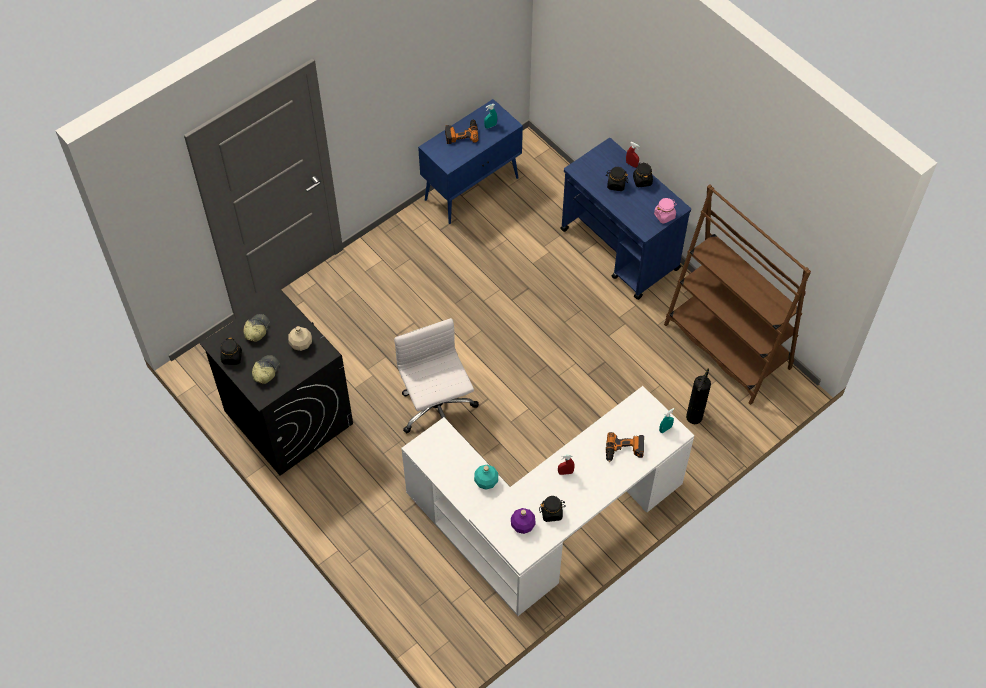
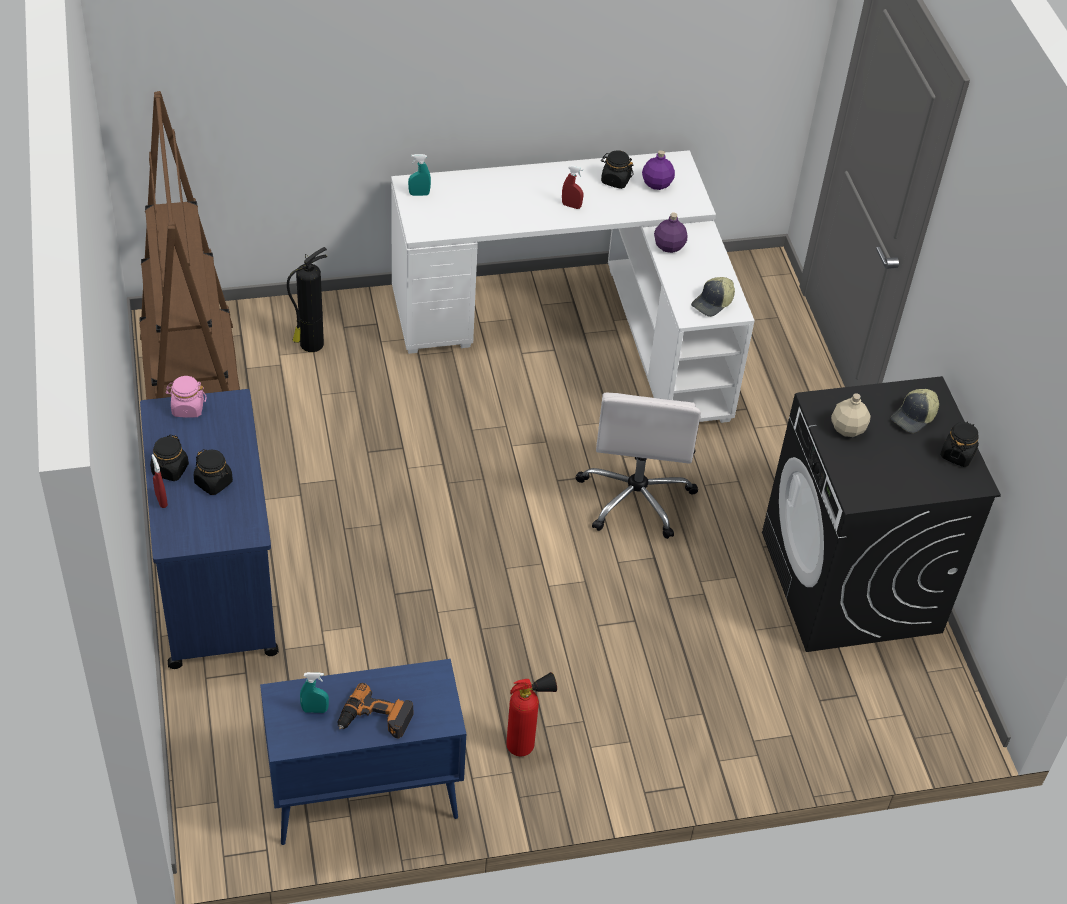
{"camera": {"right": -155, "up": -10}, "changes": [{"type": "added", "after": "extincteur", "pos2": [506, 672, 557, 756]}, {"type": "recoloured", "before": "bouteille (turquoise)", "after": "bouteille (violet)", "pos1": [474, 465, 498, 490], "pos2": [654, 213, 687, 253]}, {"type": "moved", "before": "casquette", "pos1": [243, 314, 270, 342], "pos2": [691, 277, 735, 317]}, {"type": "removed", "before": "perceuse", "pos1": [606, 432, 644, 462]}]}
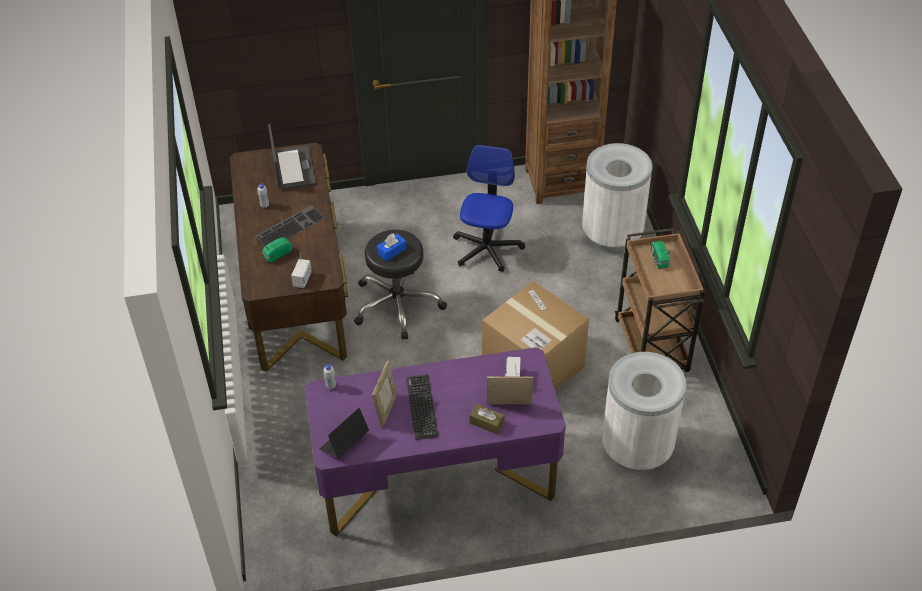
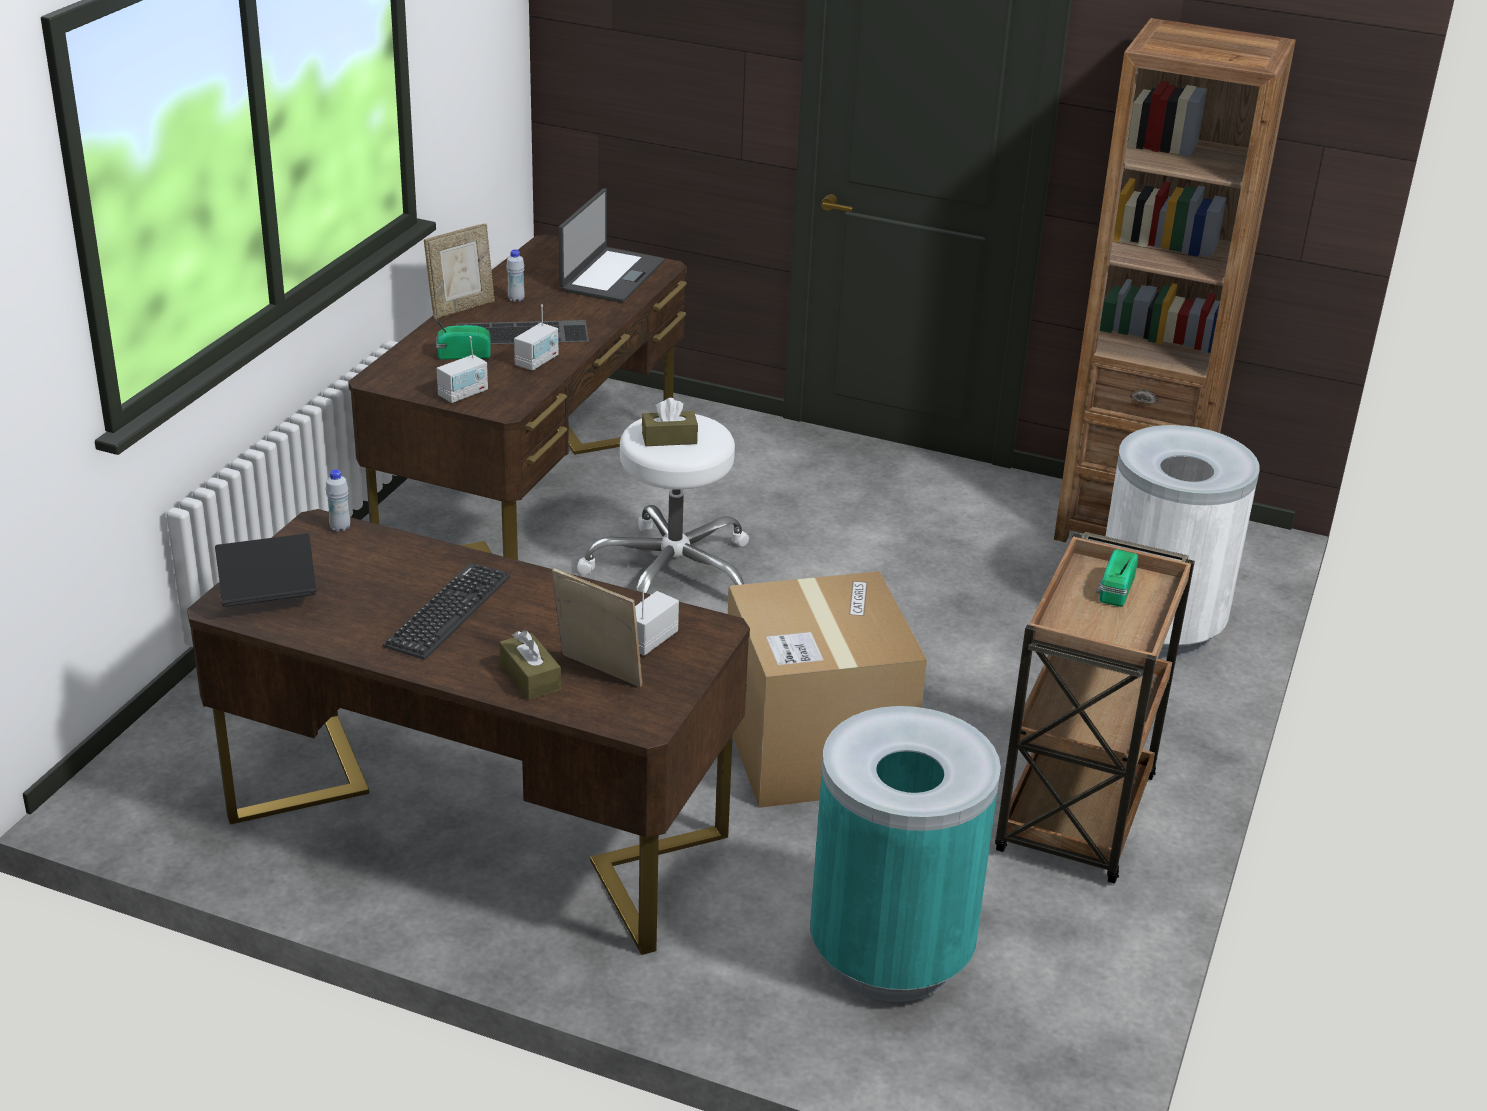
{"camera": {"right": 30, "up": -15}, "changes": [{"type": "recoloured", "before": "bureau (violet)", "after": "bureau (marron)", "pos1": [305, 347, 566, 536], "pos2": [187, 509, 750, 955]}, {"type": "moved", "before": "cadre photo", "pos1": [372, 361, 398, 428], "pos2": [424, 223, 495, 319]}, {"type": "added", "after": "radio", "pos2": [514, 304, 559, 371]}, {"type": "recoloured", "before": "tabouret (noir)", "after": "tabouret (blanc)", "pos1": [354, 230, 447, 340], "pos2": [577, 414, 749, 593]}, {"type": "recoloured", "before": "boîte à mouchoirs (bleu)", "after": "boîte à mouchoirs (marron)", "pos1": [377, 233, 407, 261], "pos2": [642, 398, 698, 446]}, {"type": "recoloured", "before": "poubelle (blanc)", "after": "poubelle (turquoise)", "pos1": [602, 352, 686, 472], "pos2": [810, 706, 1001, 1002]}, {"type": "removed", "before": "chaise de bureau", "pos1": [453, 145, 525, 272]}]}
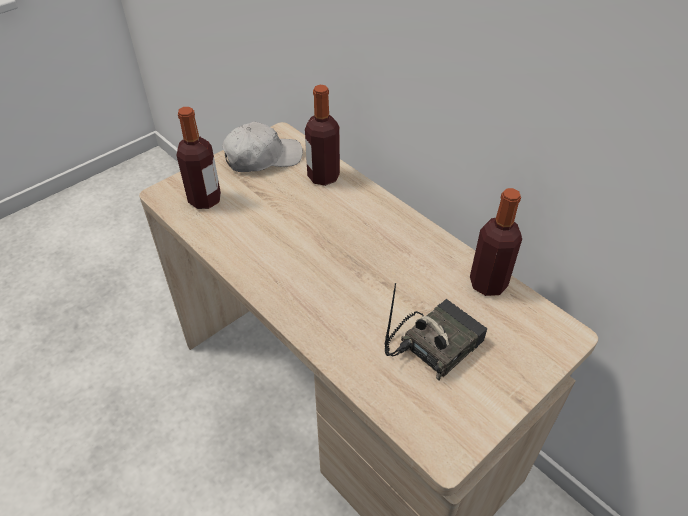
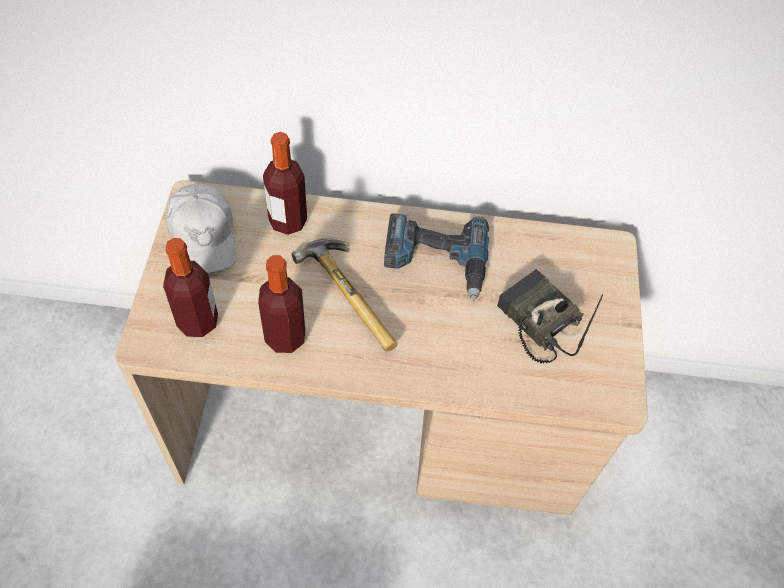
{"camera": {"right": -45, "up": 10}, "changes": [{"type": "turned", "before": "casquette (blanc)", "pos1": [222, 121, 303, 172], "pos2": [166, 184, 237, 273], "turn": 135}, {"type": "moved", "before": "bouteille", "pos1": [470, 188, 522, 296], "pos2": [258, 255, 305, 353]}, {"type": "added", "after": "marteau", "pos2": [291, 238, 398, 352]}, {"type": "added", "after": "perceuse", "pos2": [384, 213, 489, 301]}, {"type": "turned", "before": "radio", "pos1": [385, 283, 487, 380], "pos2": [497, 269, 603, 364], "turn": -45}]}
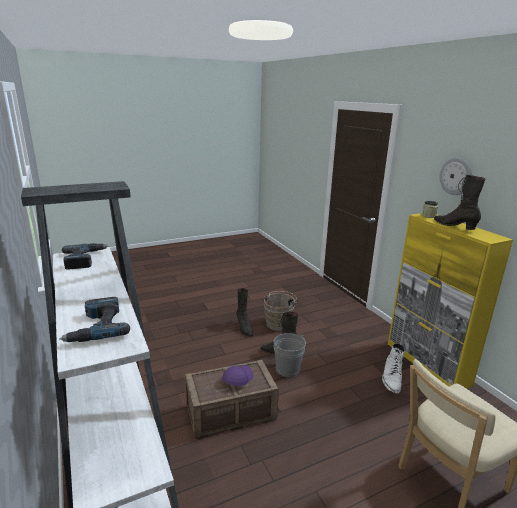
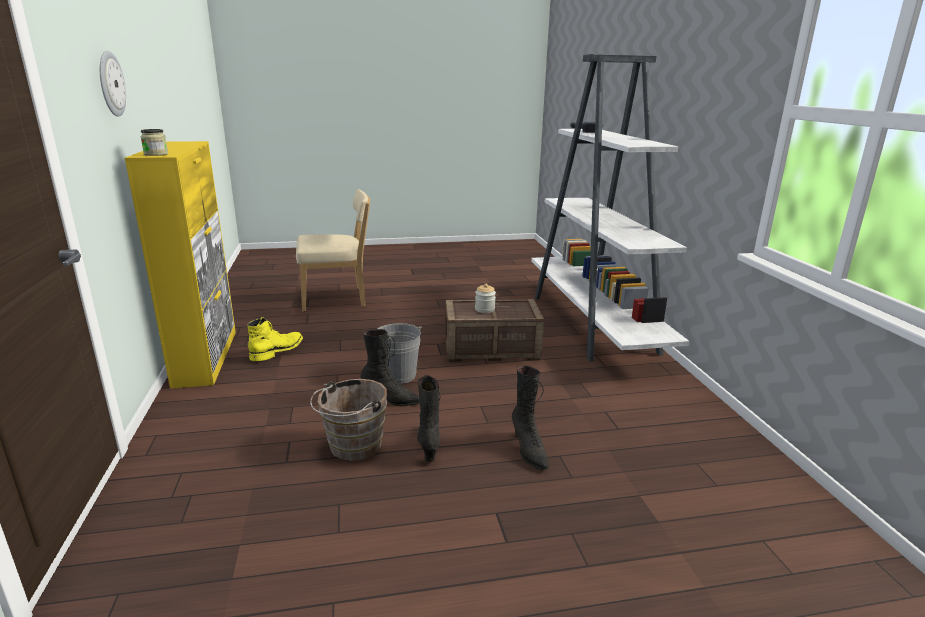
{"camera": {"right": -165, "up": 0}, "changes": [{"type": "recoloured", "before": "botte (blanc)", "after": "botte (jaune)", "pos1": [382, 343, 405, 393], "pos2": [247, 317, 303, 361]}, {"type": "replaced", "before": "casquette (violet)", "after": "bocal", "pos1": [222, 365, 254, 386], "pos2": [475, 284, 496, 313]}, {"type": "moved", "before": "botte (noir)", "pos1": [434, 175, 485, 230], "pos2": [512, 366, 549, 471]}, {"type": "removed", "before": "perceuse", "pos1": [62, 243, 108, 270]}]}
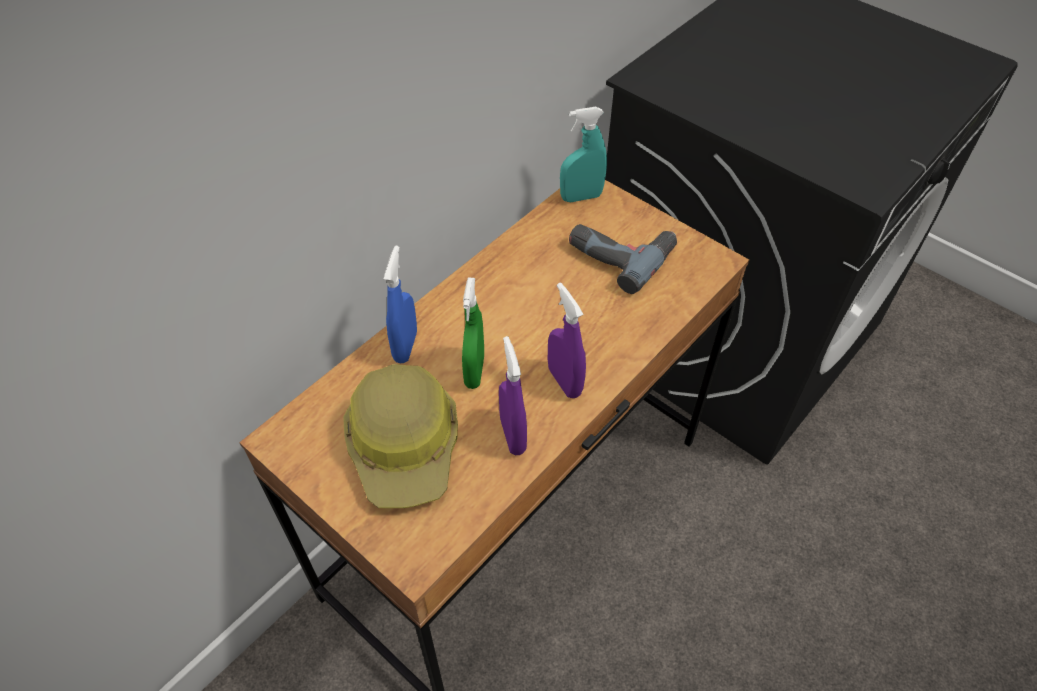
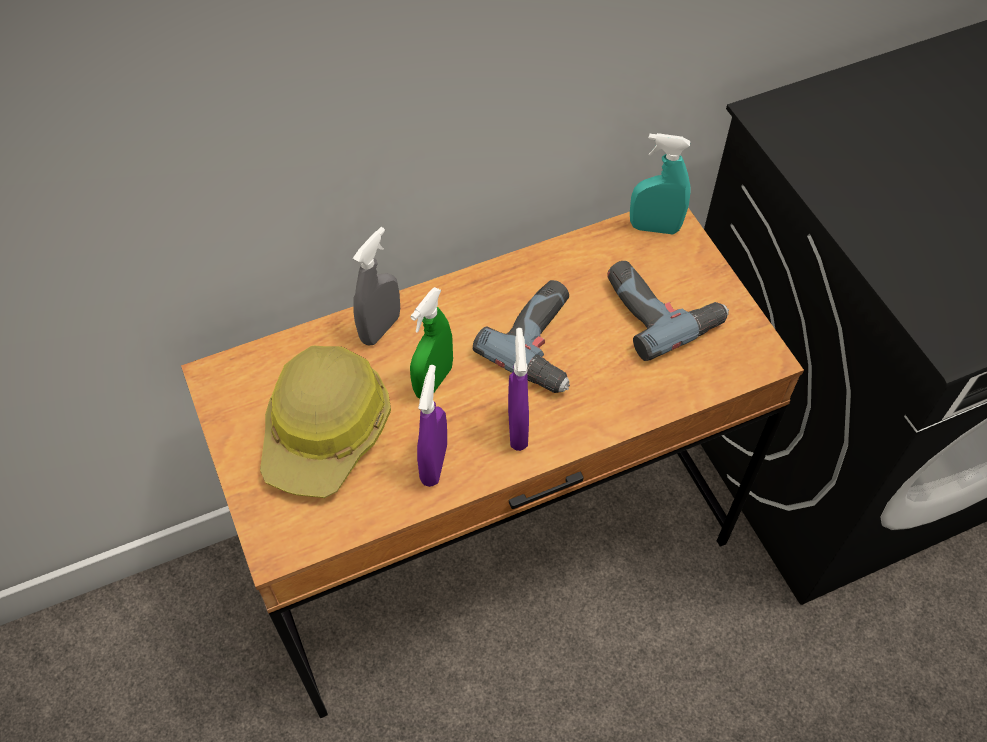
{"camera": {"right": 25, "up": 5}, "changes": [{"type": "recoloured", "before": "vaporisateur (bleu)", "after": "vaporisateur (gris)", "pos1": [384, 246, 417, 363], "pos2": [353, 227, 400, 346]}, {"type": "added", "after": "perceuse", "pos2": [473, 280, 570, 393]}]}
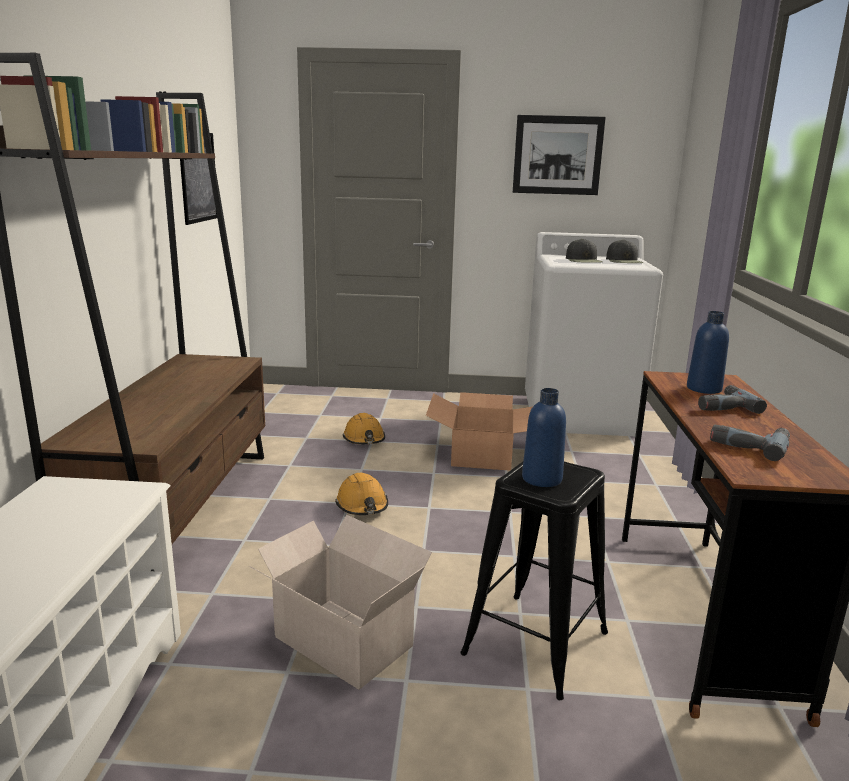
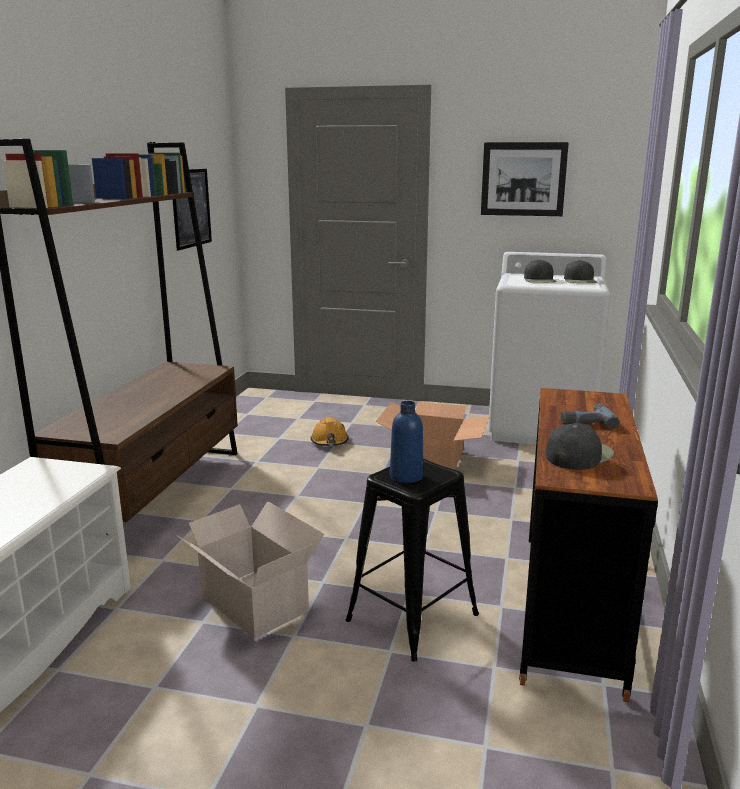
{"camera": {"right": 10, "up": 0}, "changes": [{"type": "replaced", "before": "perceuse", "after": "casquette (noir)", "pos1": [710, 425, 790, 461], "pos2": [546, 423, 614, 470]}, {"type": "removed", "before": "casque de chantier (orange)", "pos1": [335, 472, 388, 515]}, {"type": "removed", "before": "bouteille (bleu)", "pos1": [687, 311, 729, 394]}]}
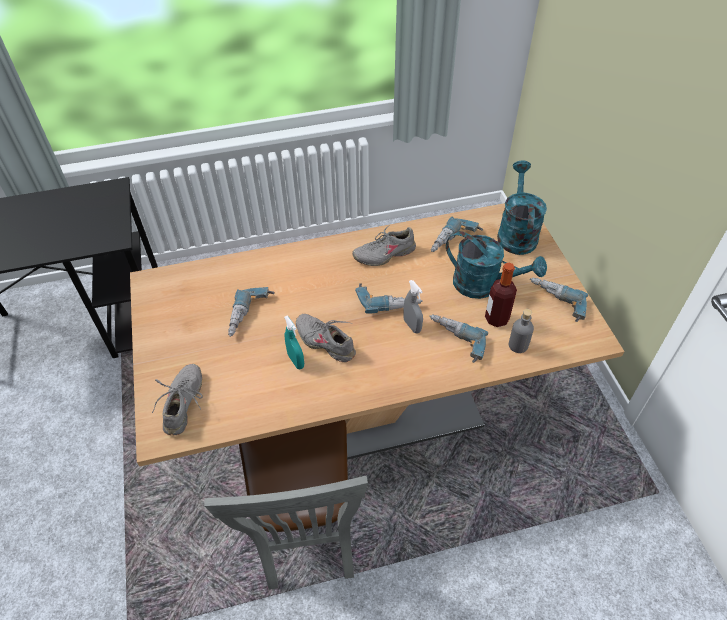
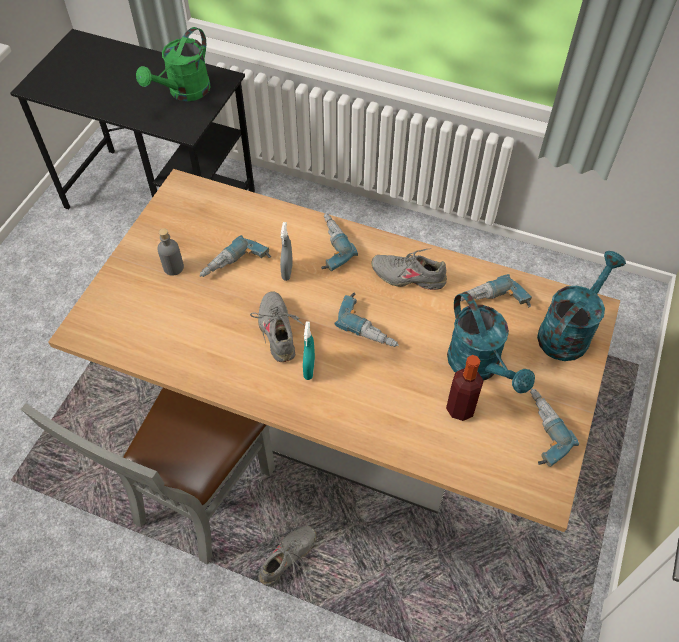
{"camera": {"right": 35, "up": 5}, "changes": [{"type": "added", "after": "arrosoir (vert)", "pos2": [136, 27, 211, 101]}, {"type": "moved", "before": "bouteille (gris)", "pos1": [509, 309, 534, 353], "pos2": [157, 228, 184, 276]}, {"type": "moved", "before": "chaussure (gris)", "pos1": [152, 364, 203, 435], "pos2": [256, 526, 317, 586]}, {"type": "moved", "before": "vaporisateur (gris)", "pos1": [403, 280, 423, 334], "pos2": [280, 222, 293, 281]}, {"type": "moved", "before": "vaporisateur (turquoise)", "pos1": [284, 316, 304, 369], "pos2": [303, 321, 315, 380]}, {"type": "moved", "before": "perceuse", "pos1": [429, 314, 488, 363], "pos2": [321, 213, 358, 271]}]}
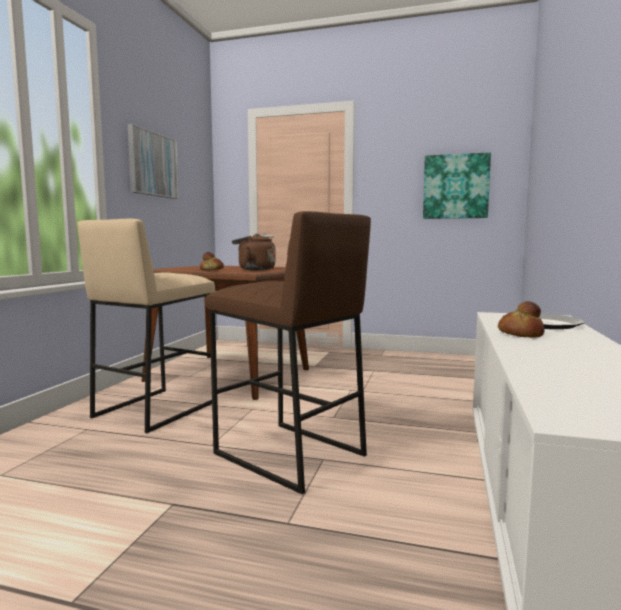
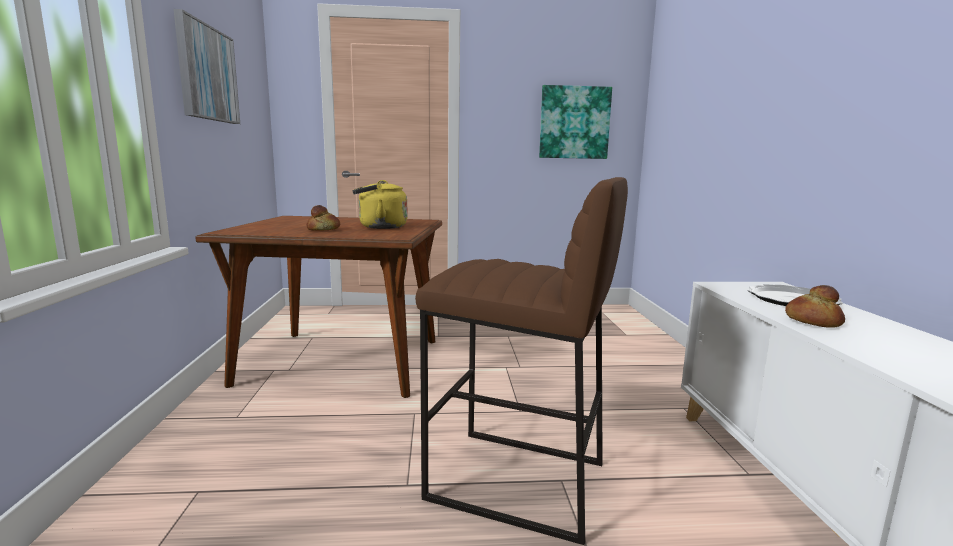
{"camera": {"right": -20, "up": 5}, "changes": [{"type": "recoloured", "before": "bouilloire (marron)", "after": "bouilloire (jaune)", "pos1": [232, 234, 276, 270], "pos2": [352, 180, 408, 229]}, {"type": "removed", "before": "tabouret (beige)", "pos1": [77, 219, 215, 433]}]}
